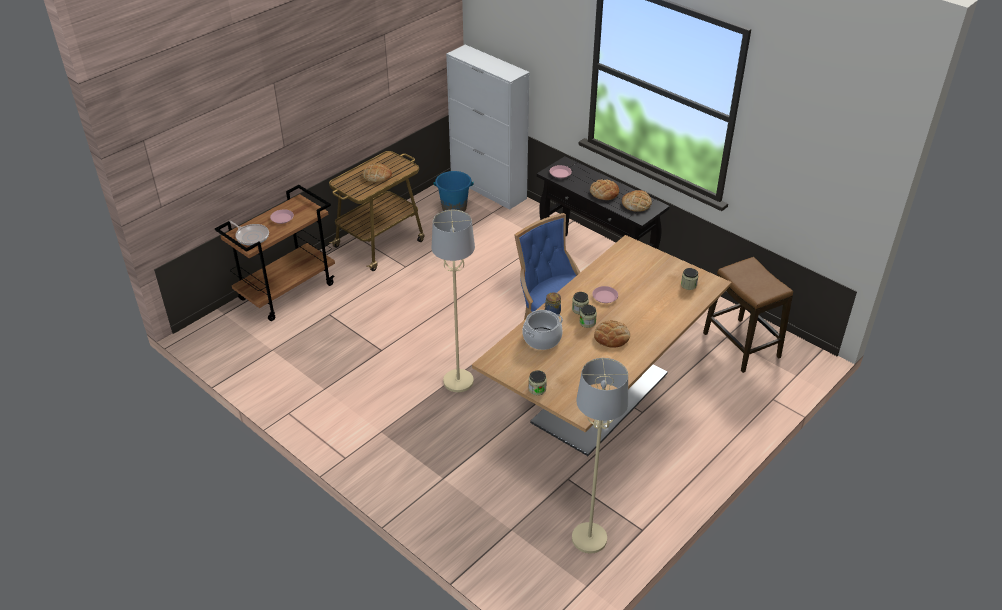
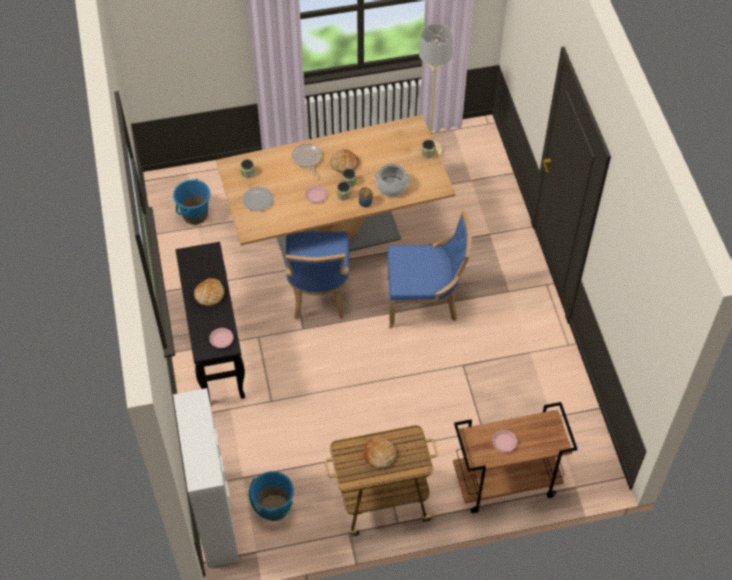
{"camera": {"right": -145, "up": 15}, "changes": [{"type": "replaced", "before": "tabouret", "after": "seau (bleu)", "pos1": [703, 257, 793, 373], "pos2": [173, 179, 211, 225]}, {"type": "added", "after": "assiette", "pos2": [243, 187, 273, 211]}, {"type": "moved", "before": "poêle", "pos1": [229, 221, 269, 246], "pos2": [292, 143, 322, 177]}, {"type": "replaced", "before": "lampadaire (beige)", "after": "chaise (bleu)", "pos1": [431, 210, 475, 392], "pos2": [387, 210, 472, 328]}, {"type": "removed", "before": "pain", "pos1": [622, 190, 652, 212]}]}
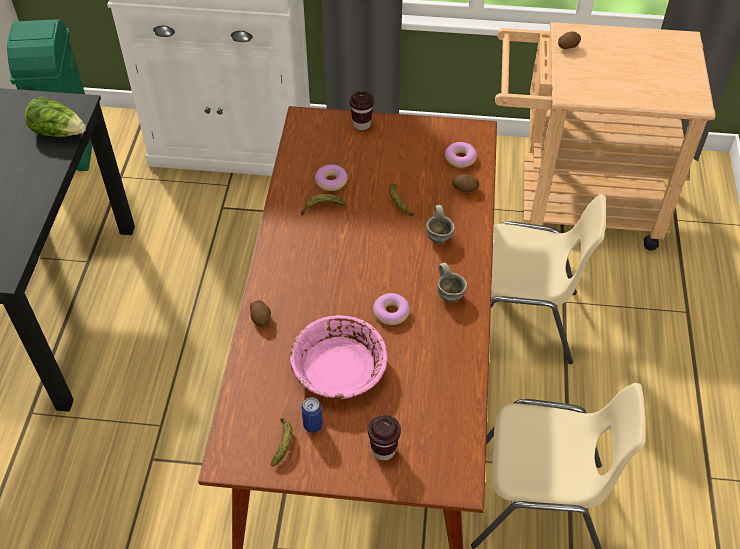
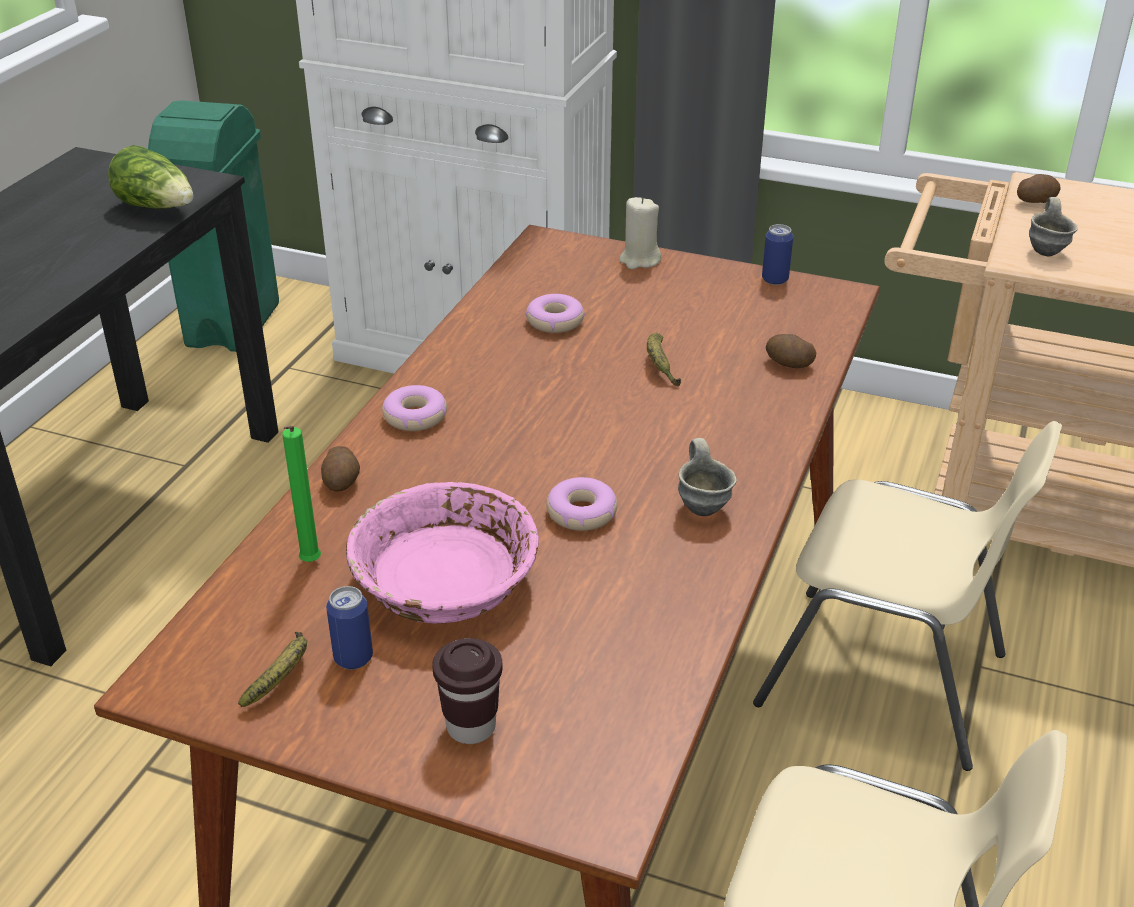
{"camera": {"right": 15, "up": -15}, "changes": [{"type": "added", "after": "bougie (vert)", "pos2": [282, 426, 321, 562]}, {"type": "moved", "before": "beignet", "pos1": [445, 142, 477, 168], "pos2": [382, 385, 447, 431]}, {"type": "replaced", "before": "tasse (marron)", "after": "bougie (beige)", "pos1": [349, 91, 374, 130], "pos2": [619, 197, 662, 269]}, {"type": "added", "after": "boîte métallique", "pos2": [762, 224, 793, 285]}, {"type": "moved", "before": "mug (gris)", "pos1": [426, 205, 455, 244], "pos2": [1029, 197, 1078, 257]}, {"type": "removed", "before": "banane", "pos1": [301, 193, 346, 215]}]}
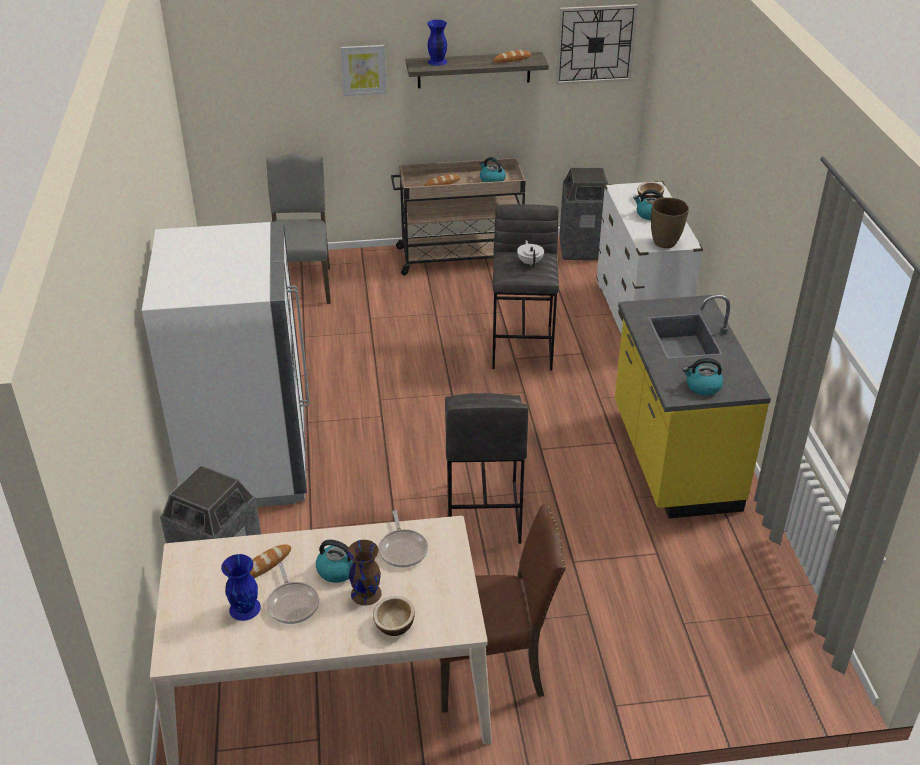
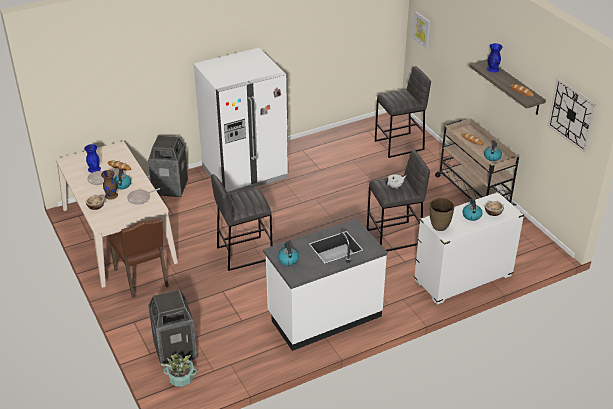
{"camera": {"right": 70, "up": 0}, "changes": [{"type": "moved", "before": "poubelle", "pos1": [559, 167, 608, 260], "pos2": [148, 290, 197, 367]}, {"type": "added", "after": "plante en pot", "pos2": [161, 354, 197, 386]}, {"type": "recoloured", "before": "comptoir de cuisine (jaune)", "after": "comptoir de cuisine (blanc)", "pos1": [615, 295, 771, 519], "pos2": [263, 218, 388, 351]}, {"type": "replaced", "before": "chaise (gris)", "after": "tabouret (gris)", "pos1": [266, 153, 331, 304], "pos2": [375, 66, 431, 158]}, {"type": "moved", "before": "tableau", "pos1": [340, 45, 387, 96], "pos2": [413, 11, 430, 48]}]}
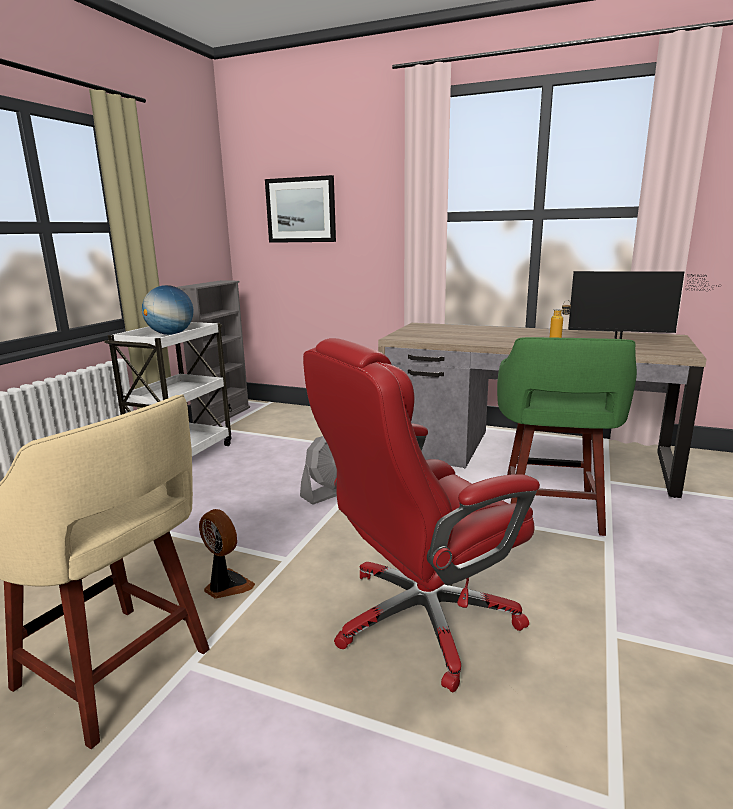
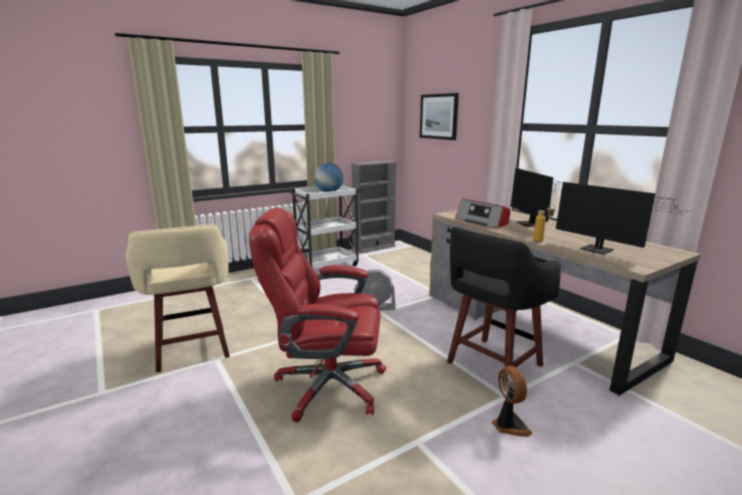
{"camera": {"right": 35, "up": 0}, "changes": [{"type": "recoloured", "before": "tabouret (vert)", "after": "tabouret (noir)", "pos1": [497, 337, 637, 536], "pos2": [447, 227, 561, 387]}, {"type": "added", "after": "radio", "pos2": [455, 198, 510, 228]}, {"type": "moved", "before": "ventilateur", "pos1": [199, 509, 255, 599], "pos2": [492, 366, 532, 437]}, {"type": "added", "after": "écran d'ordinateur", "pos2": [510, 168, 561, 227]}]}
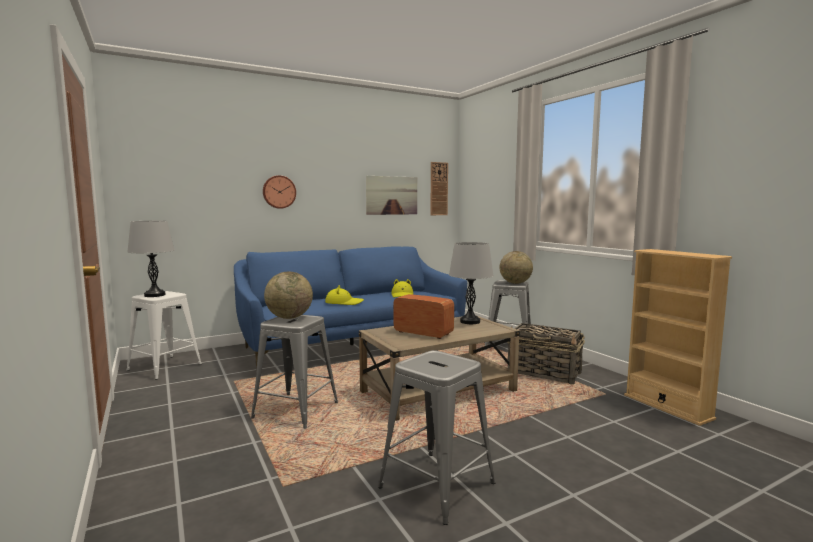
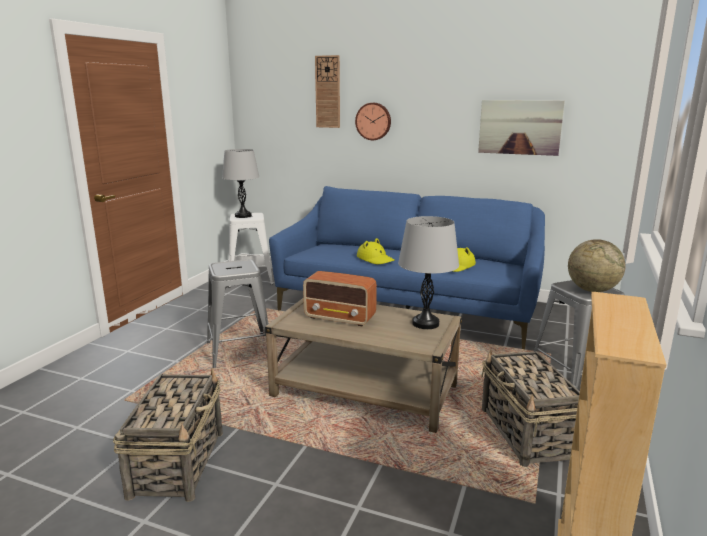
{"camera": {"right": 50, "up": 10}, "changes": [{"type": "replaced", "before": "tabouret (gris)", "after": "panier", "pos1": [378, 350, 495, 525], "pos2": [113, 368, 223, 502]}, {"type": "turned", "before": "radio", "pos1": [393, 294, 454, 339], "pos2": [303, 271, 377, 326], "turn": 120}, {"type": "moved", "before": "horloge murale", "pos1": [430, 162, 448, 215], "pos2": [315, 55, 340, 128]}, {"type": "removed", "before": "globe", "pos1": [264, 272, 313, 319]}]}
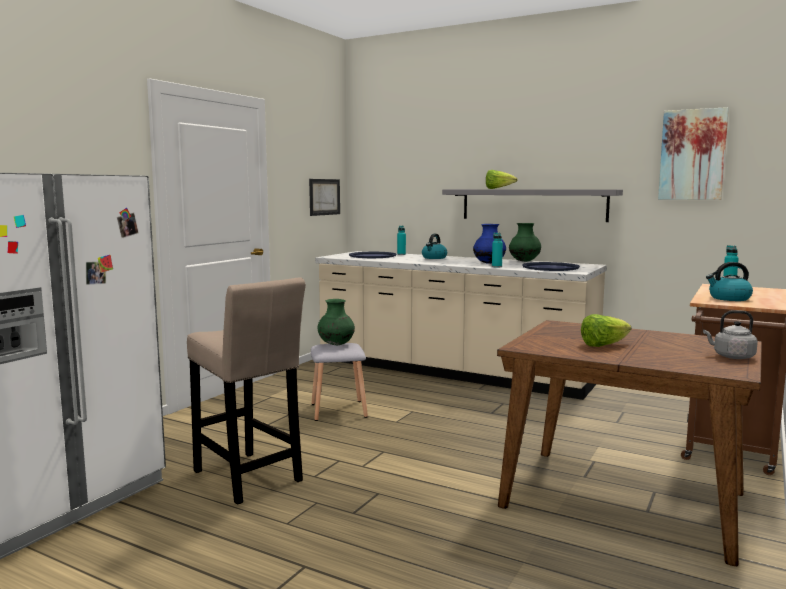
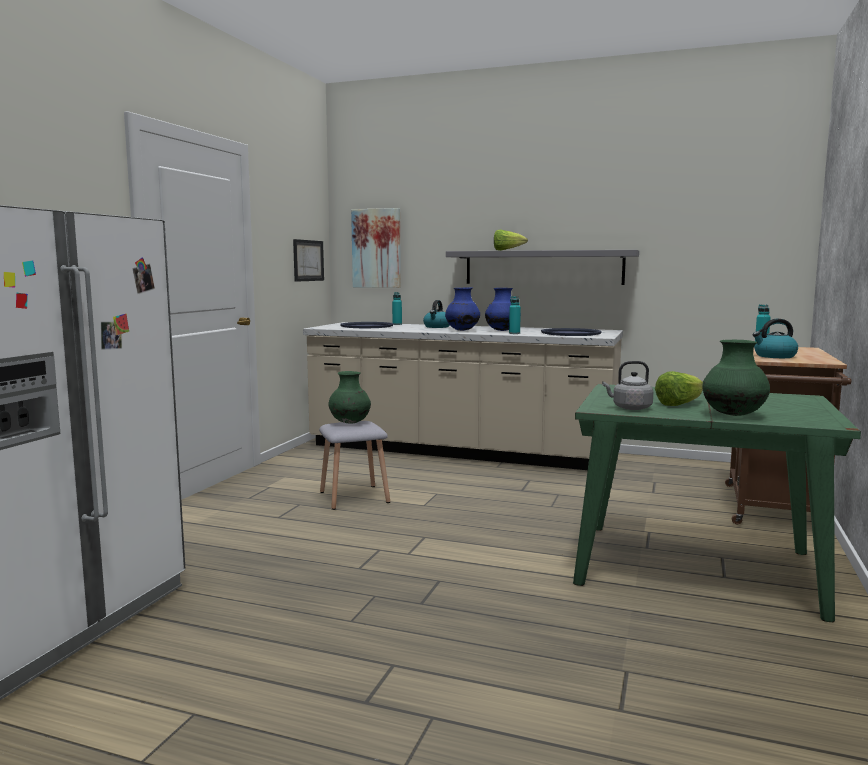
{"camera": {"right": -10, "up": 0}, "changes": [{"type": "moved", "before": "tableau", "pos1": [658, 107, 729, 200], "pos2": [351, 208, 401, 288]}, {"type": "added", "after": "vase (bleu)", "pos2": [445, 287, 480, 331]}, {"type": "recoloured", "before": "table à manger (marron)", "after": "table à manger (vert)", "pos1": [497, 320, 762, 566], "pos2": [573, 384, 861, 622]}, {"type": "moved", "before": "bouilloire (gris)", "pos1": [703, 310, 758, 359], "pos2": [602, 361, 653, 410]}, {"type": "moved", "before": "vase (vert)", "pos1": [509, 223, 541, 262], "pos2": [702, 340, 770, 416]}, {"type": "removed", "before": "tabouret (beige)", "pos1": [187, 277, 306, 505]}]}
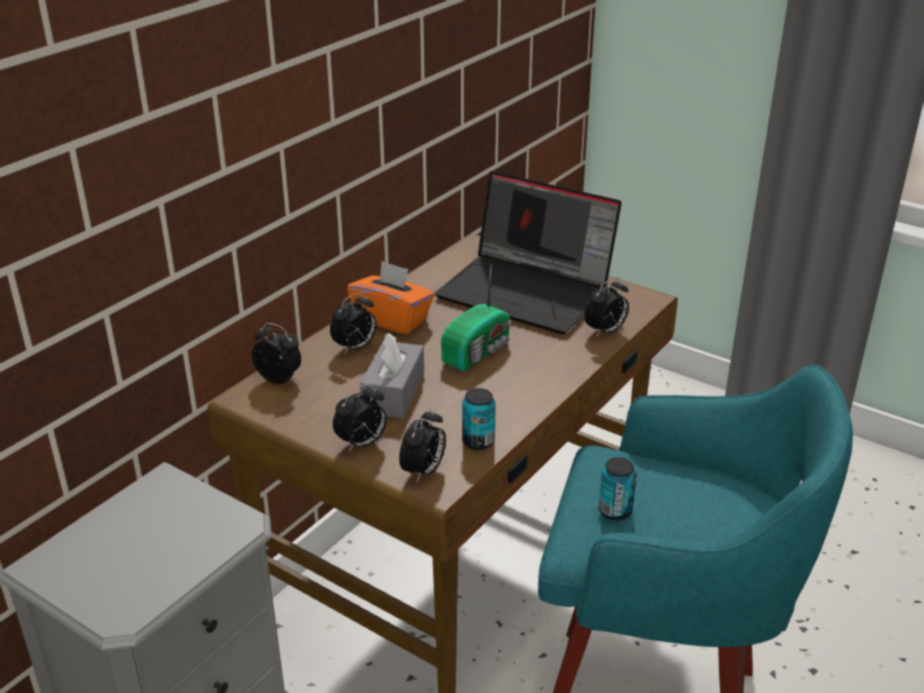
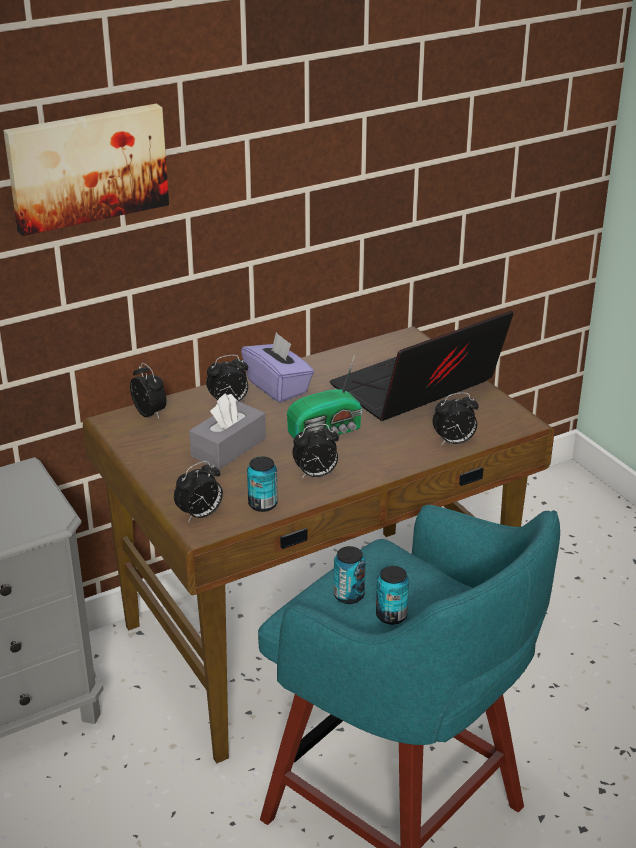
{"camera": {"right": 25, "up": 0}, "changes": [{"type": "added", "after": "tableau", "pos2": [3, 103, 169, 236]}, {"type": "recoloured", "before": "boîte à mouchoirs (orange)", "after": "boîte à mouchoirs (violet)", "pos1": [347, 261, 434, 334], "pos2": [241, 332, 314, 403]}, {"type": "moved", "before": "réveil", "pos1": [333, 384, 387, 452], "pos2": [292, 424, 339, 478]}, {"type": "turned", "before": "ordinateur portable", "pos1": [435, 171, 622, 334], "pos2": [330, 311, 513, 421], "turn": 90}, {"type": "added", "after": "boîte métallique", "pos2": [376, 566, 409, 625]}]}
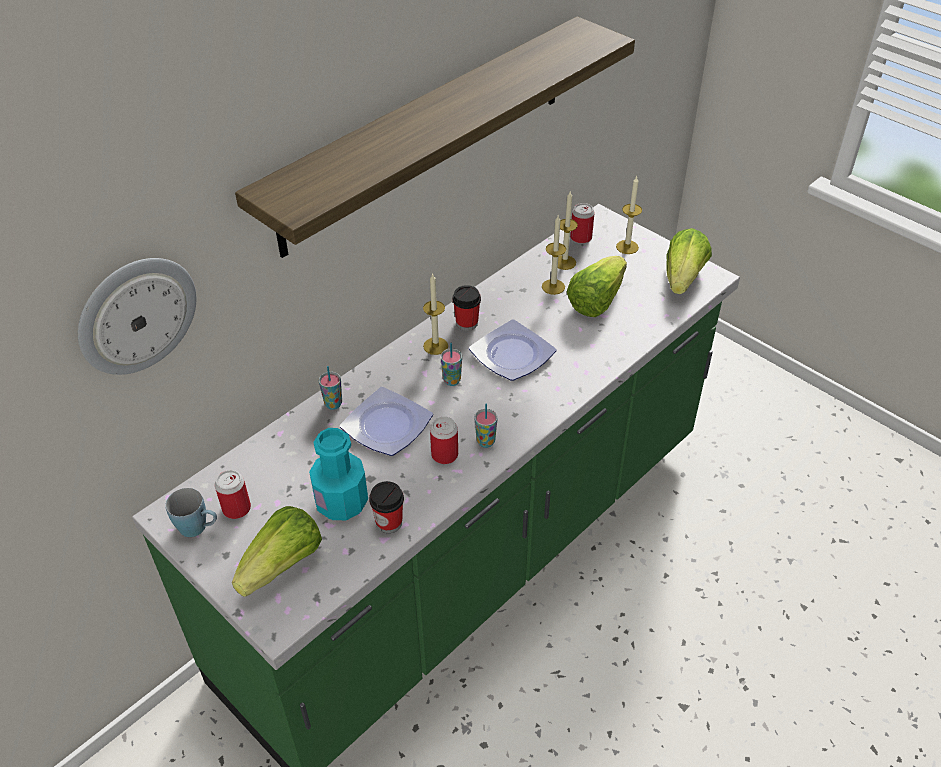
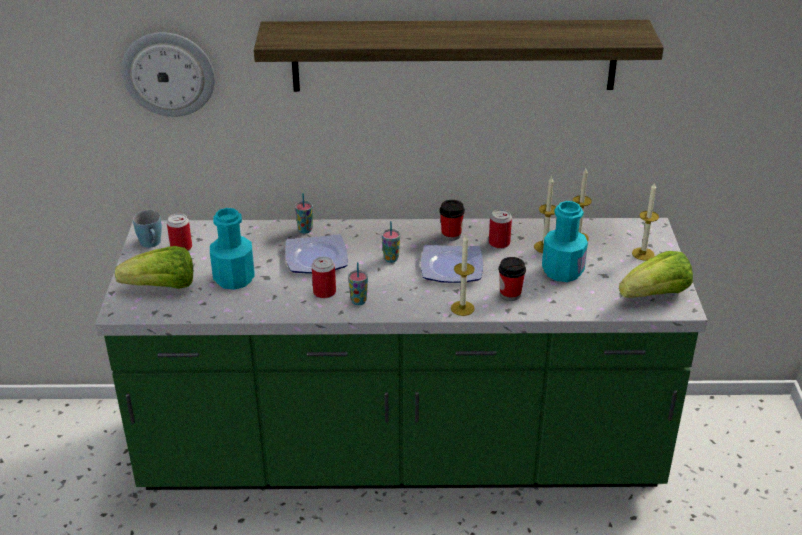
{"camera": {"right": 45, "up": -10}, "changes": [{"type": "moved", "before": "bougie", "pos1": [423, 273, 448, 355], "pos2": [451, 234, 475, 316]}, {"type": "moved", "before": "boîte métallique", "pos1": [570, 203, 595, 244], "pos2": [489, 209, 512, 249]}, {"type": "moved", "before": "tasse", "pos1": [369, 481, 404, 533], "pos2": [499, 257, 526, 301]}, {"type": "replaced", "before": "laitue", "after": "bouteille (turquoise)", "pos1": [567, 256, 627, 317], "pos2": [542, 201, 588, 282]}]}
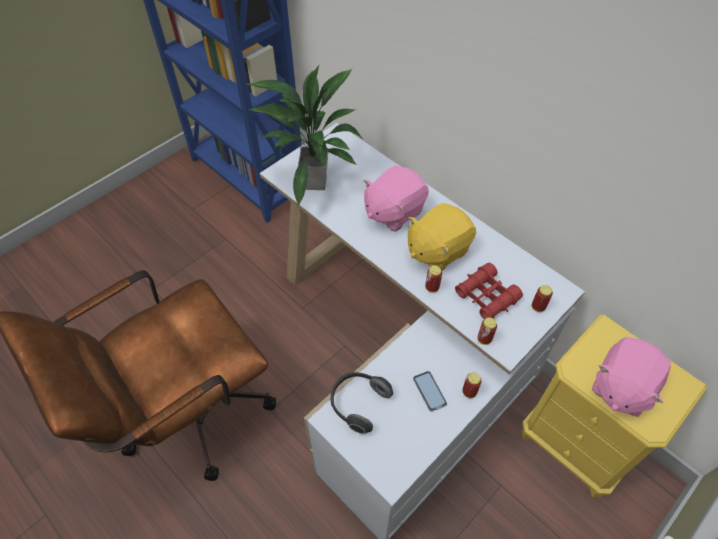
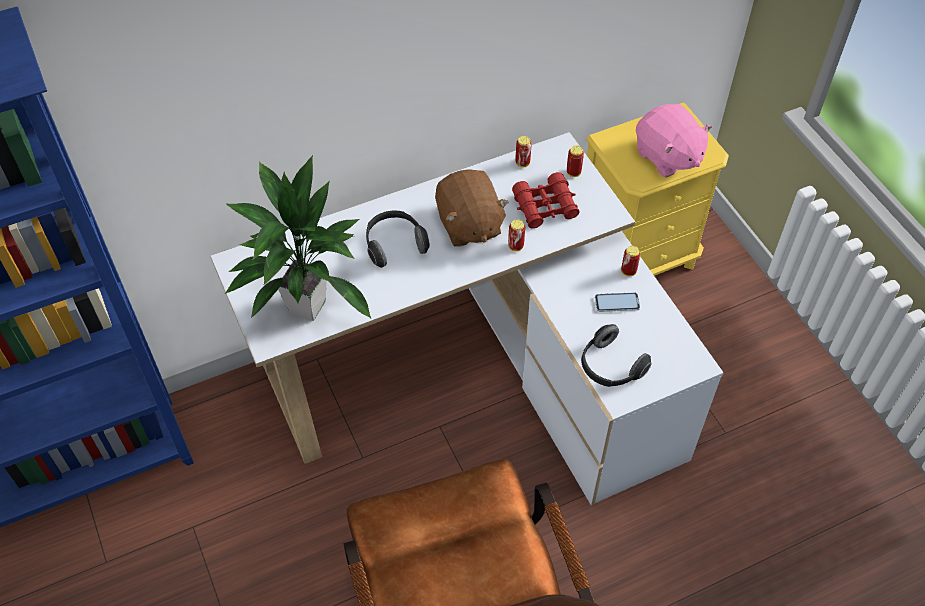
{"camera": {"right": -70, "up": 0}, "changes": [{"type": "replaced", "before": "peluche (rose)", "after": "casque audio", "pos1": [364, 165, 429, 232], "pos2": [366, 210, 430, 268]}, {"type": "recoloured", "before": "peluche (jaune)", "after": "peluche (marron)", "pos1": [408, 203, 476, 270], "pos2": [435, 169, 509, 247]}, {"type": "moved", "before": "boîte métallique", "pos1": [477, 317, 497, 345], "pos2": [515, 136, 532, 167]}]}
